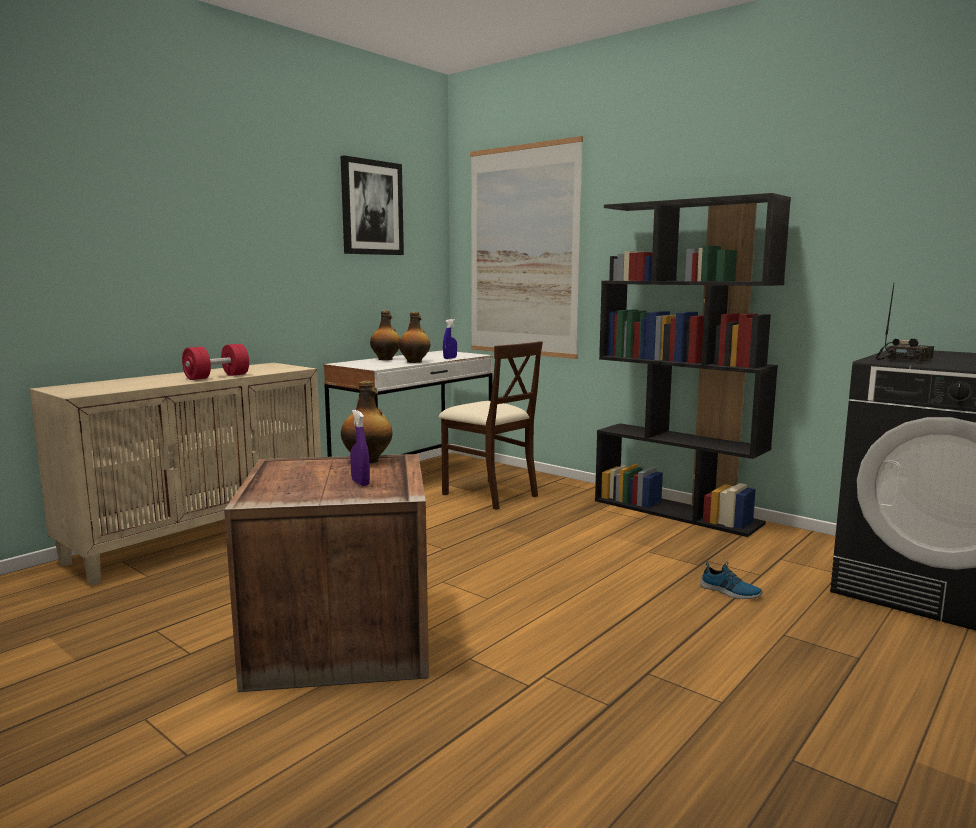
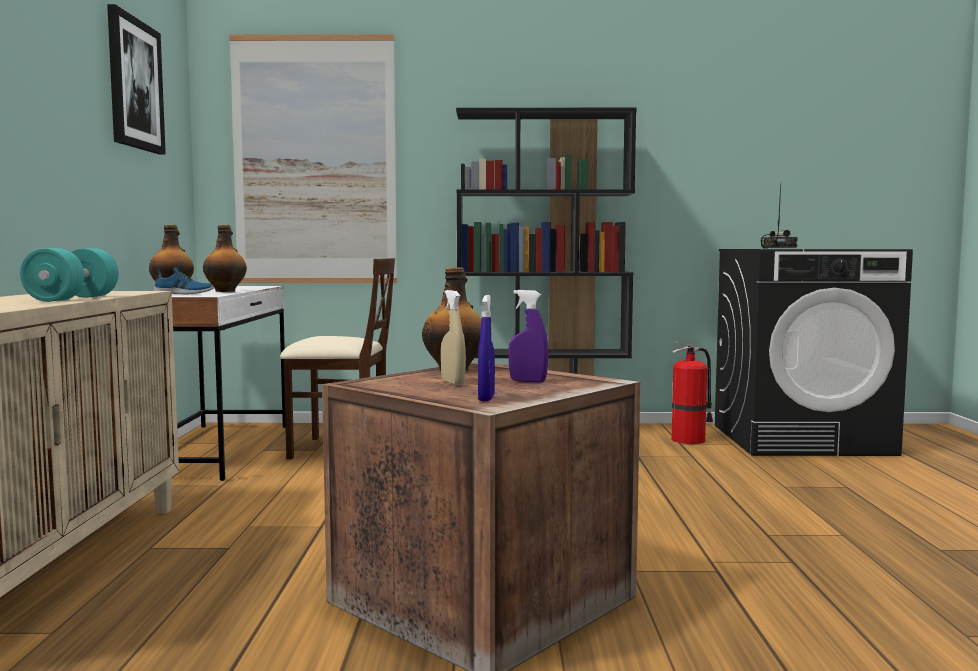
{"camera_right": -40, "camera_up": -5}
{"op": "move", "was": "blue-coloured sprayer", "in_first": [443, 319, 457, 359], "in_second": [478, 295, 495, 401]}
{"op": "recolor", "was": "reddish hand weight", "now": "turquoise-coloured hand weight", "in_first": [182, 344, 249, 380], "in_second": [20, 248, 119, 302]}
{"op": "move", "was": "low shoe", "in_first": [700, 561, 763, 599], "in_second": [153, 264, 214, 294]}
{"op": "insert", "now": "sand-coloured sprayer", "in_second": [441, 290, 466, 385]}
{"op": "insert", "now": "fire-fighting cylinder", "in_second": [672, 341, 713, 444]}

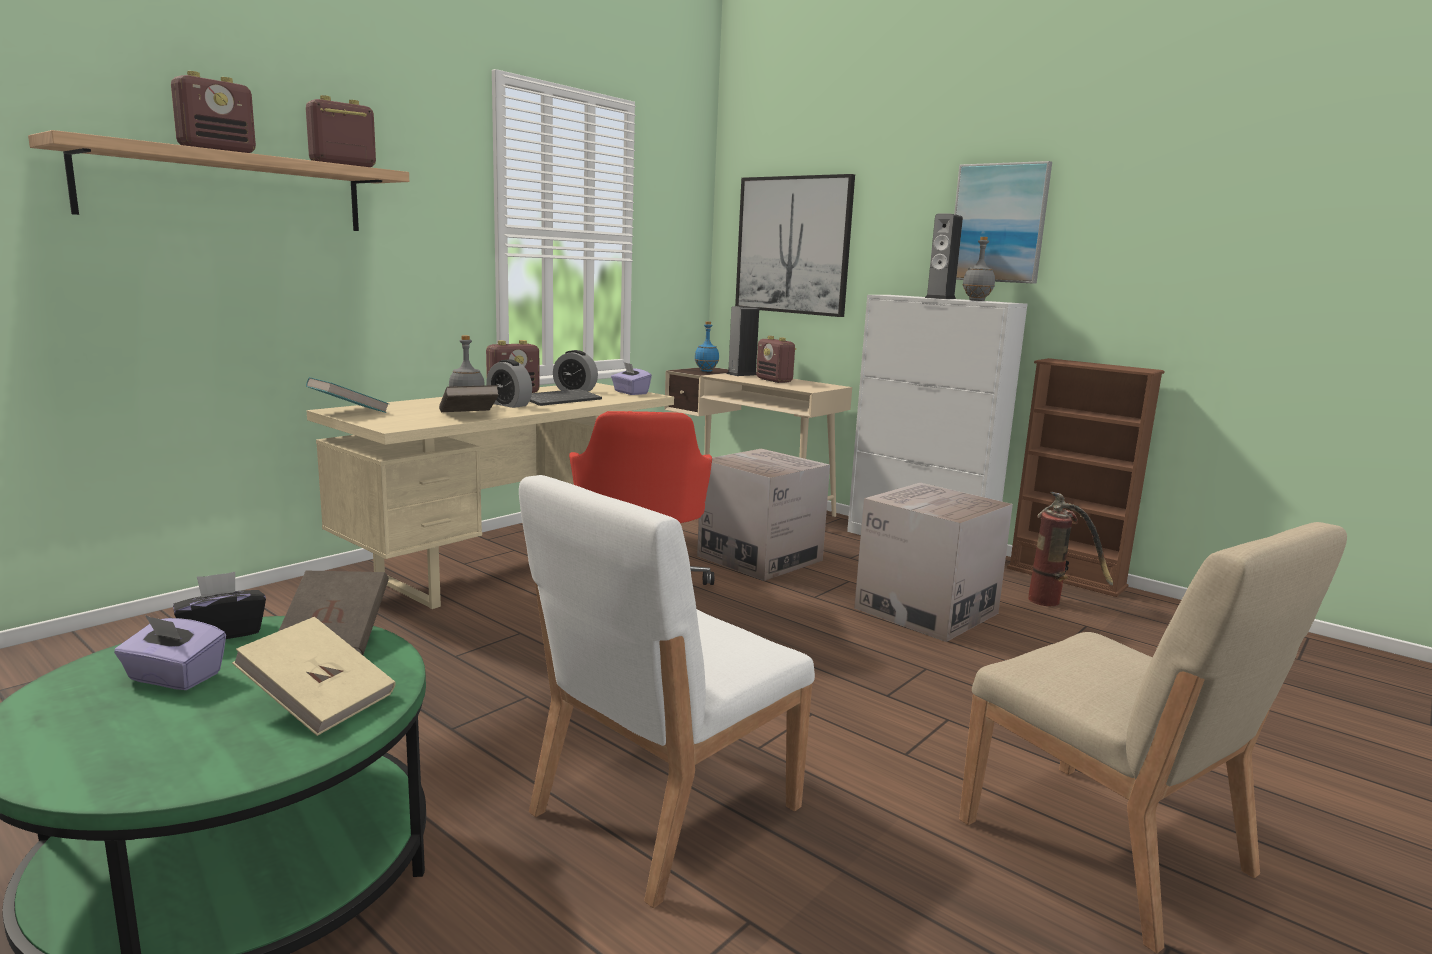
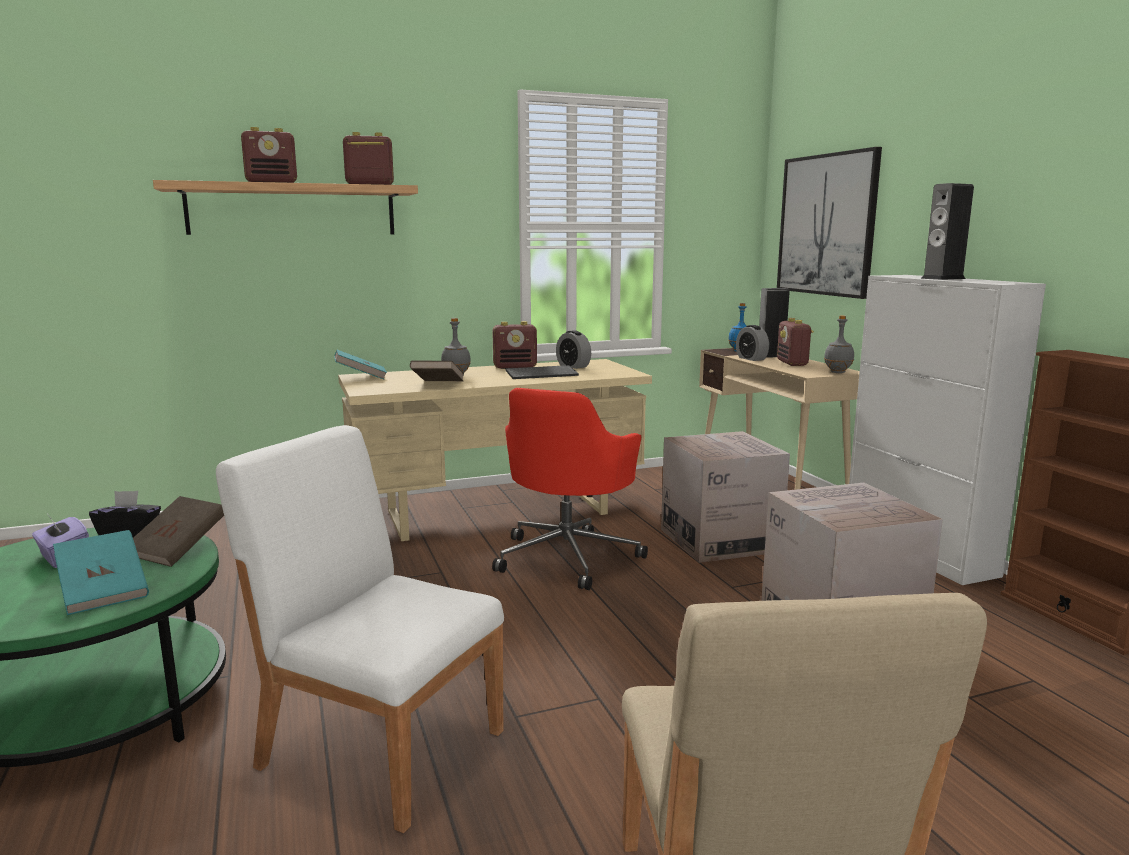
{"camera_right": 30, "camera_up": 0}
{"op": "delete", "was": "picture", "in_first": [954, 161, 1052, 284]}
{"op": "move", "was": "greyish drink bottle", "in_first": [963, 237, 995, 301], "in_second": [824, 315, 854, 373]}
{"op": "move", "was": "alarm clock", "in_first": [486, 359, 532, 408], "in_second": [736, 325, 769, 361]}
{"op": "delete", "was": "purple tissue box", "in_first": [611, 362, 652, 395]}
{"op": "rotate", "was": "white upright chair", "in_first": [519, 475, 815, 908], "in_second": [216, 425, 504, 833], "clockwise": 45}
{"op": "delete", "was": "fire-fighting cylinder", "in_first": [1028, 492, 1113, 606]}
{"op": "recolor", "was": "sand-coloured bound book", "now": "turquoise-coloured bound book", "in_first": [232, 617, 395, 736], "in_second": [53, 530, 149, 615]}

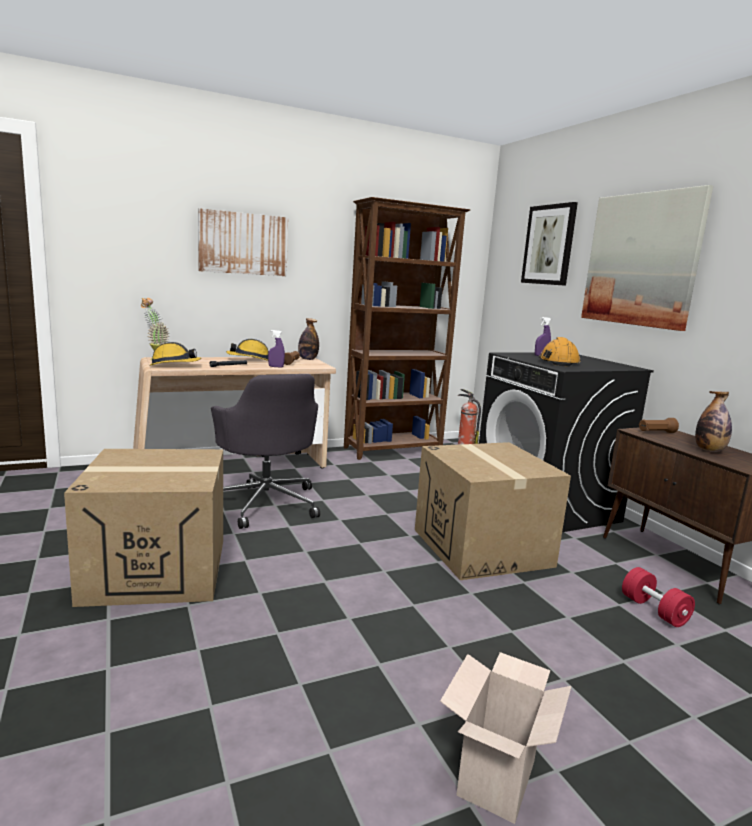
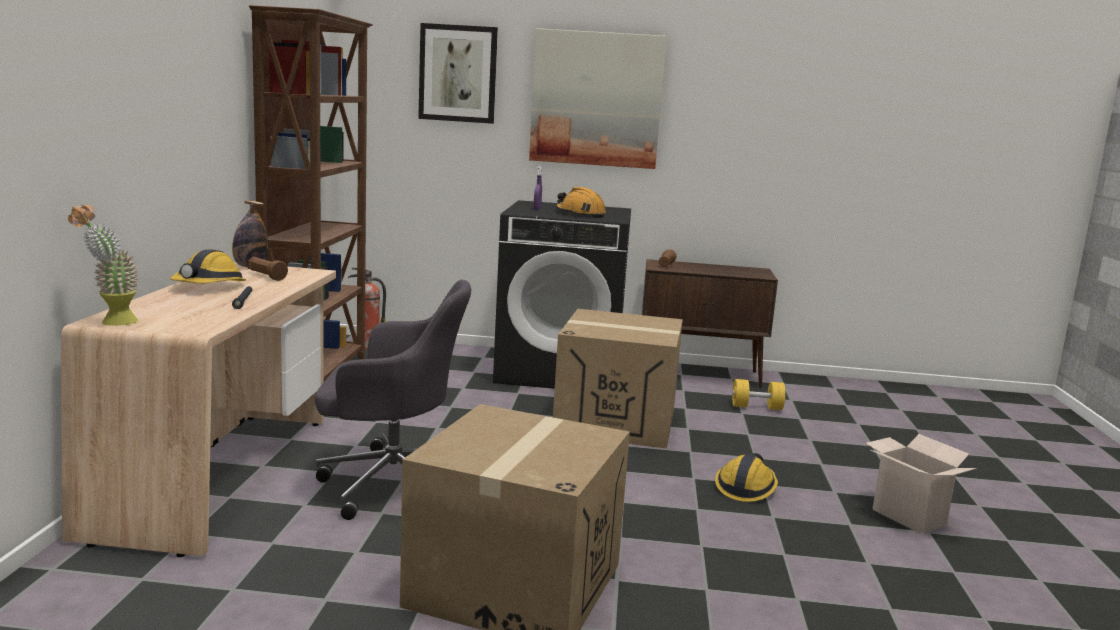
{"camera_right": -60, "camera_up": 0}
{"op": "delete", "was": "picture", "in_first": [198, 208, 288, 276]}
{"op": "delete", "was": "purple sprayer", "in_first": [268, 330, 285, 368]}
{"op": "move", "was": "hard hat", "in_first": [150, 342, 201, 365], "in_second": [715, 453, 778, 502]}
{"op": "delete", "was": "drink bottle", "in_first": [695, 391, 732, 452]}
{"op": "recolor", "was": "reddish hand weight", "now": "yellow hand weight", "in_first": [622, 567, 695, 627], "in_second": [732, 379, 785, 410]}

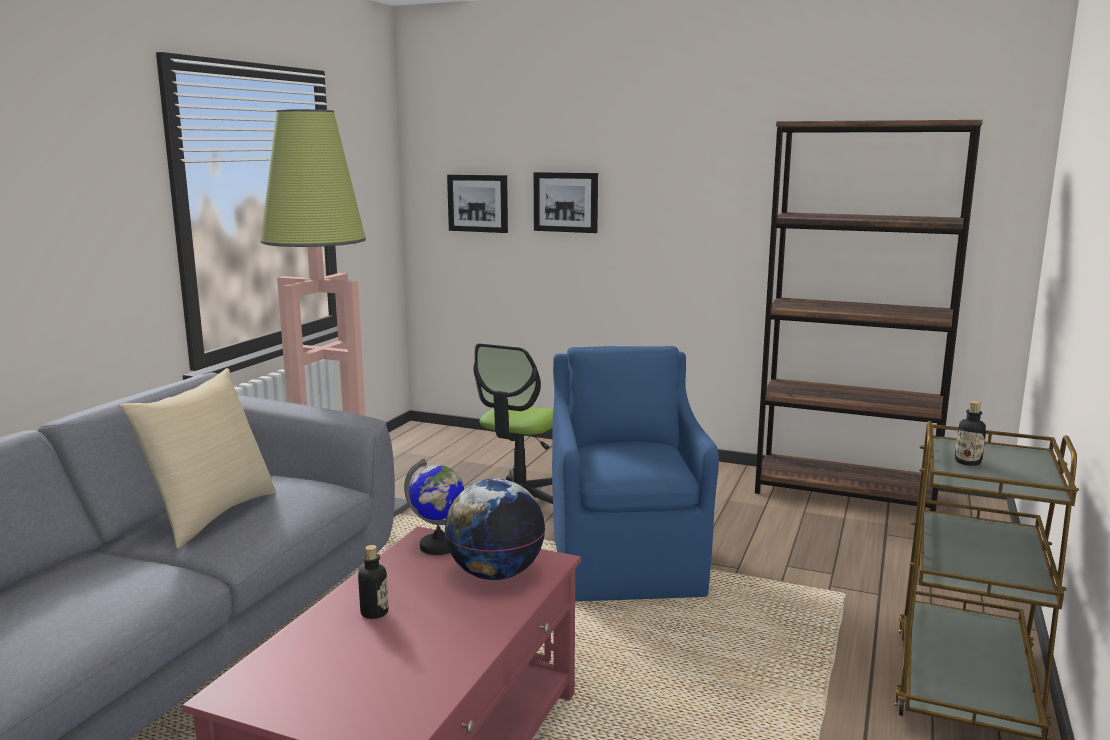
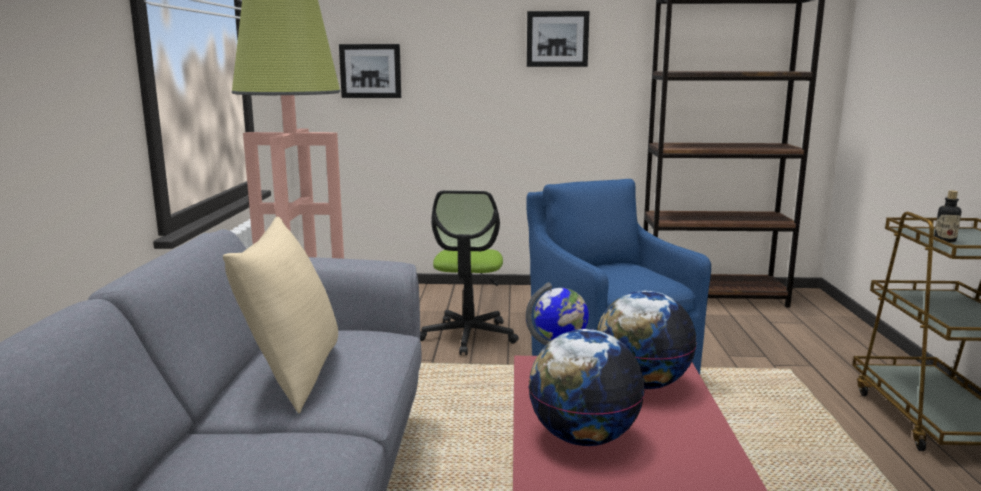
{"camera_right": -20, "camera_up": 0}
{"op": "move", "was": "picture", "in_first": [534, 172, 598, 233], "in_second": [527, 11, 590, 67]}
{"op": "replace", "was": "drink bottle", "now": "desk globe", "in_first": [358, 545, 388, 619], "in_second": [528, 329, 645, 446]}

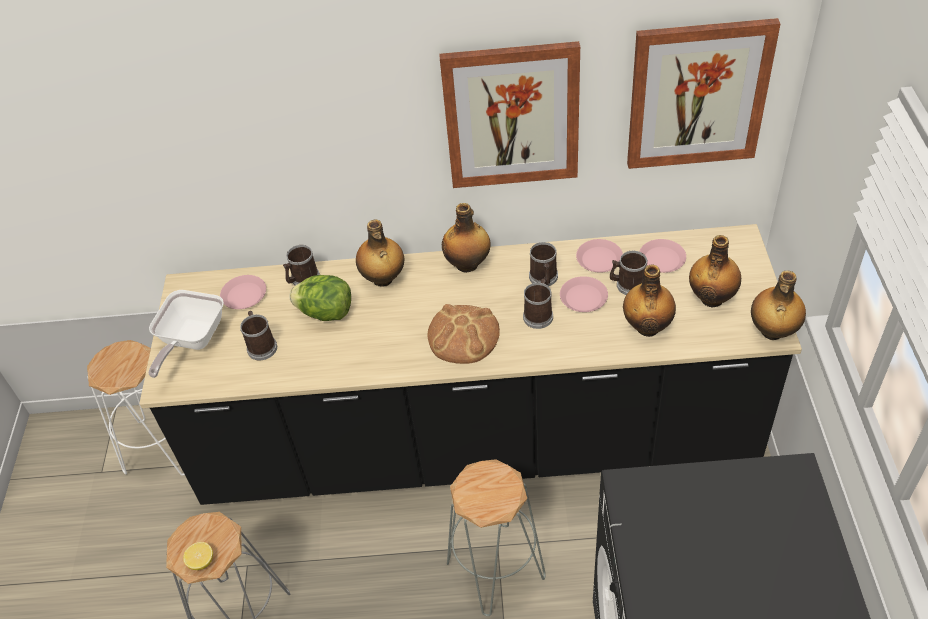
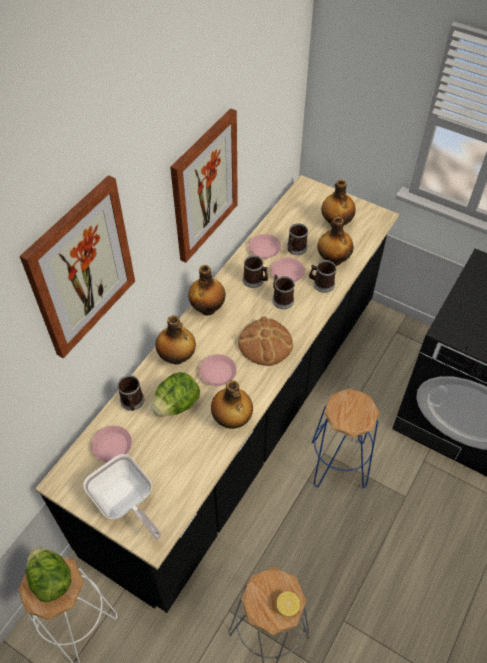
{"camera_right": -60, "camera_up": 5}
{"op": "move", "was": "picture", "in_first": [627, 18, 780, 169], "in_second": [20, 175, 135, 358]}
{"op": "move", "was": "pink dinner plate", "in_first": [639, 239, 686, 273], "in_second": [199, 354, 237, 386]}
{"op": "move", "was": "drink bottle", "in_first": [751, 271, 806, 340], "in_second": [211, 380, 253, 429]}
{"op": "move", "was": "tea mug", "in_first": [240, 311, 277, 360], "in_second": [309, 260, 337, 293]}
{"op": "recolor", "was": "greyish sitting stool", "now": "blue-coloured sitting stool", "in_first": [447, 459, 546, 616], "in_second": [312, 389, 379, 488]}
{"op": "insert", "now": "head of lettuce", "in_second": [26, 548, 71, 602]}

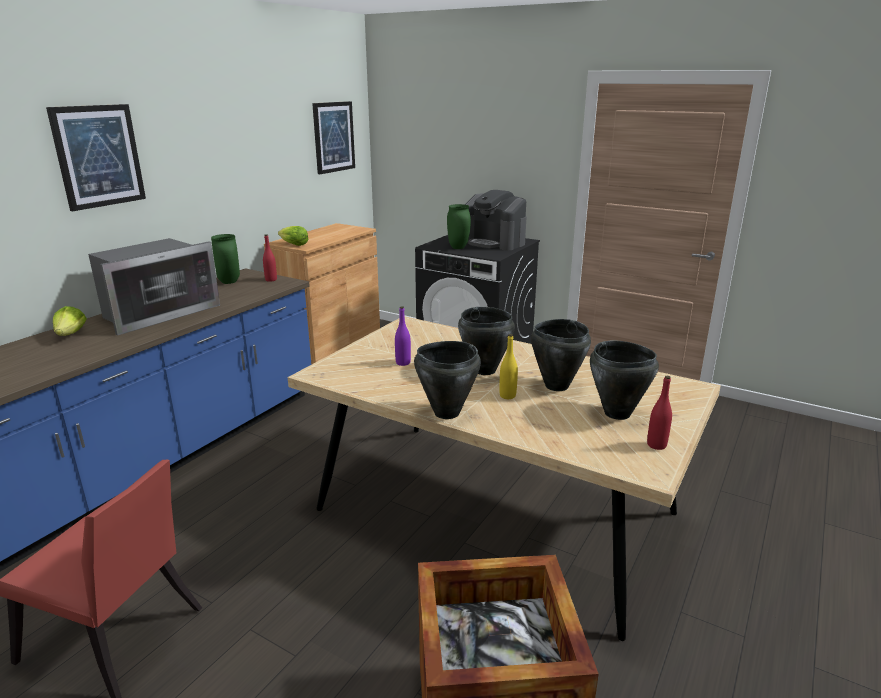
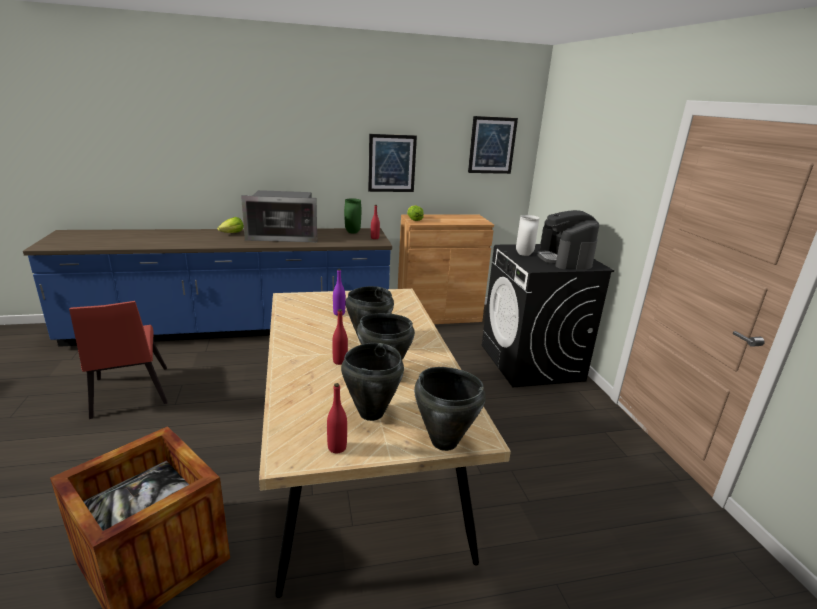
{"camera_right": 45, "camera_up": 0}
{"op": "move", "was": "picture", "in_first": [46, 104, 146, 211], "in_second": [368, 134, 417, 192]}
{"op": "recolor", "was": "greenish vase", "now": "white vase", "in_first": [447, 204, 471, 249], "in_second": [516, 215, 540, 256]}
{"op": "recolor", "was": "yellow drink bottle", "now": "reddish drink bottle", "in_first": [499, 334, 518, 399], "in_second": [332, 309, 348, 365]}
{"op": "move", "was": "black-coloured saucepot", "in_first": [414, 341, 481, 419], "in_second": [414, 367, 486, 451]}

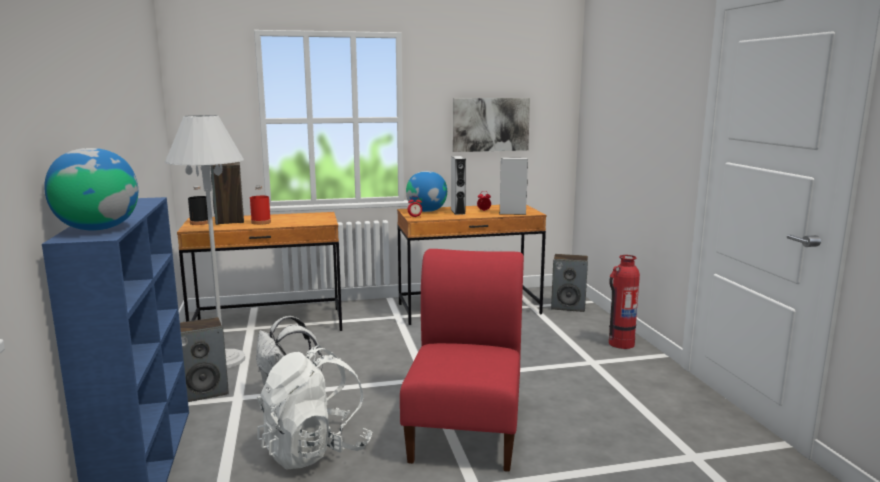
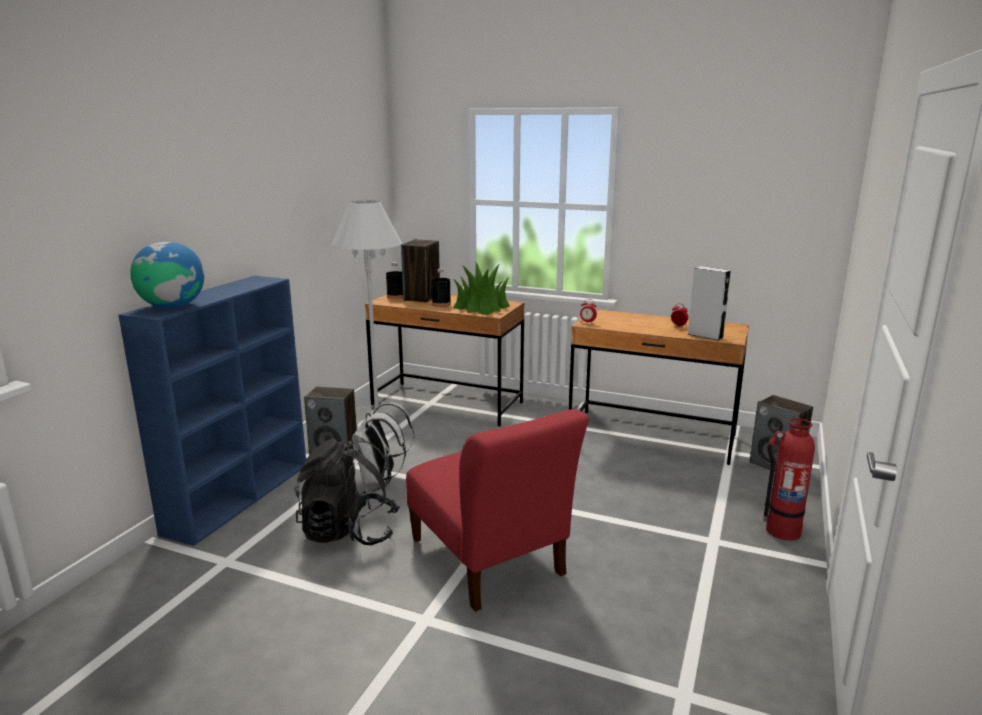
{"camera_right": 35, "camera_up": 5}
{"op": "delete", "was": "picture", "in_first": [453, 98, 530, 152]}
{"op": "delete", "was": "greyish speaker", "in_first": [451, 156, 466, 215]}
{"op": "delete", "was": "desk globe", "in_first": [406, 171, 447, 212]}
{"op": "recolor", "was": "reddish drink bottle", "now": "black-coloured drink bottle", "in_first": [250, 186, 271, 225], "in_second": [432, 268, 451, 307]}
{"op": "rotate", "was": "reddish upright chair", "in_first": [400, 249, 524, 472], "in_second": [406, 409, 589, 611], "clockwise": 105}
{"op": "recolor", "was": "white rucksack", "now": "black-coloured rucksack", "in_first": [257, 345, 372, 469], "in_second": [294, 438, 400, 545]}
{"op": "insert", "now": "houseplant", "in_second": [453, 262, 510, 315]}

